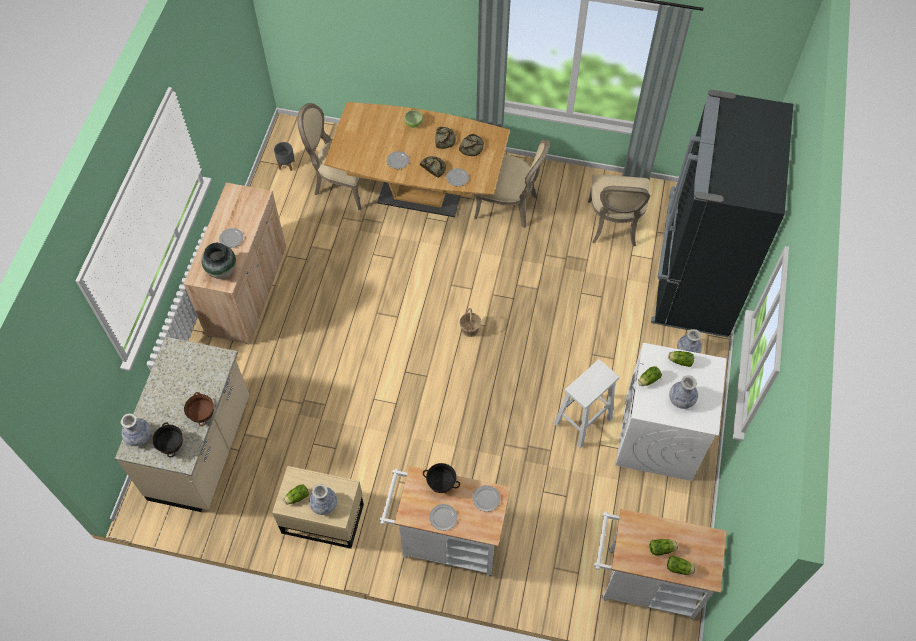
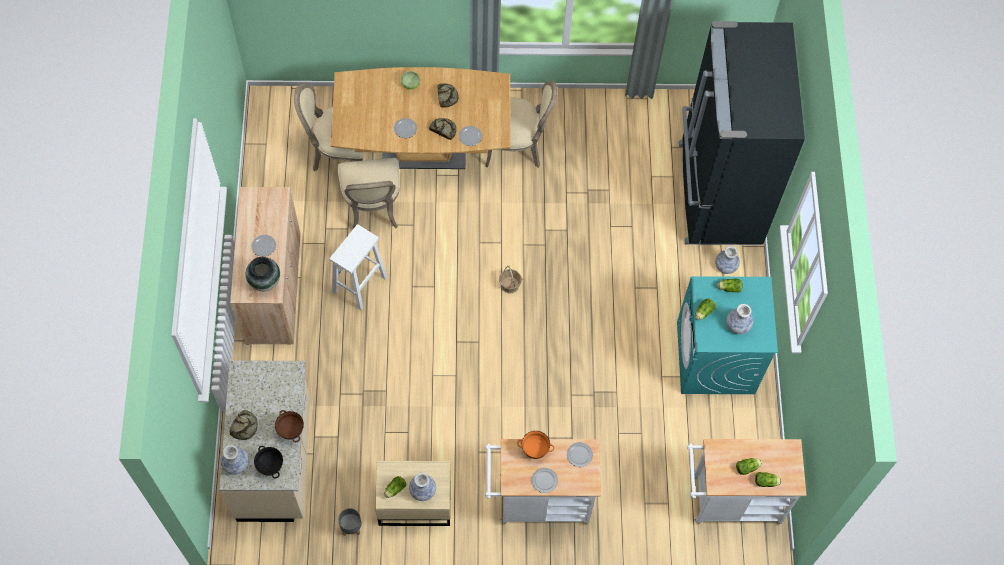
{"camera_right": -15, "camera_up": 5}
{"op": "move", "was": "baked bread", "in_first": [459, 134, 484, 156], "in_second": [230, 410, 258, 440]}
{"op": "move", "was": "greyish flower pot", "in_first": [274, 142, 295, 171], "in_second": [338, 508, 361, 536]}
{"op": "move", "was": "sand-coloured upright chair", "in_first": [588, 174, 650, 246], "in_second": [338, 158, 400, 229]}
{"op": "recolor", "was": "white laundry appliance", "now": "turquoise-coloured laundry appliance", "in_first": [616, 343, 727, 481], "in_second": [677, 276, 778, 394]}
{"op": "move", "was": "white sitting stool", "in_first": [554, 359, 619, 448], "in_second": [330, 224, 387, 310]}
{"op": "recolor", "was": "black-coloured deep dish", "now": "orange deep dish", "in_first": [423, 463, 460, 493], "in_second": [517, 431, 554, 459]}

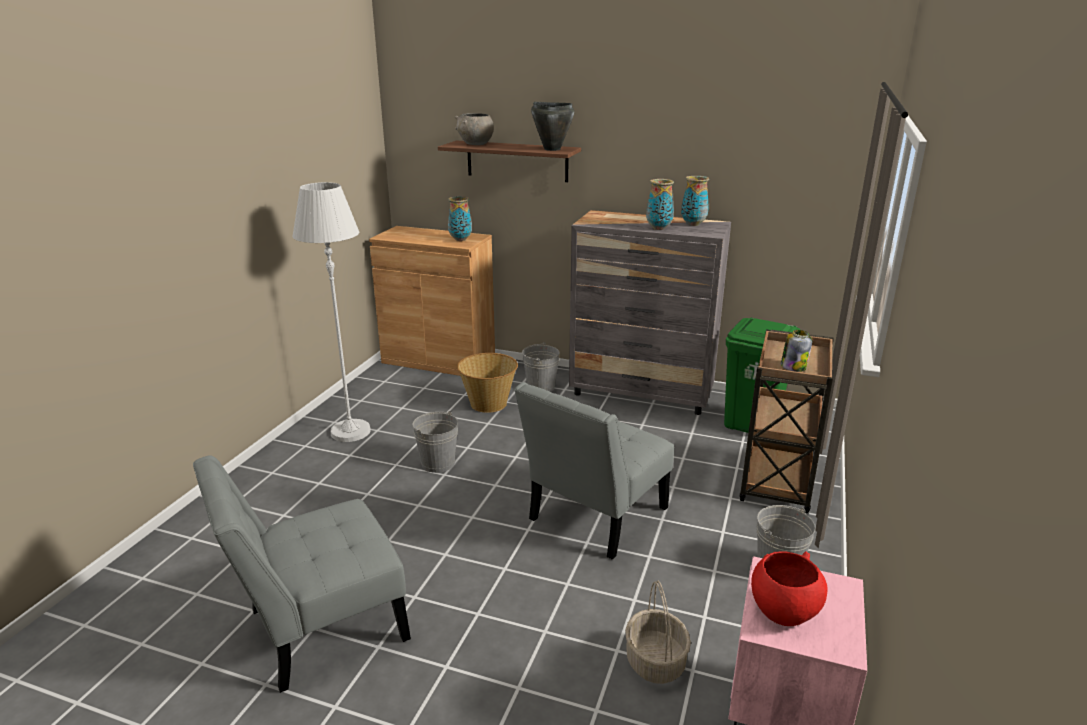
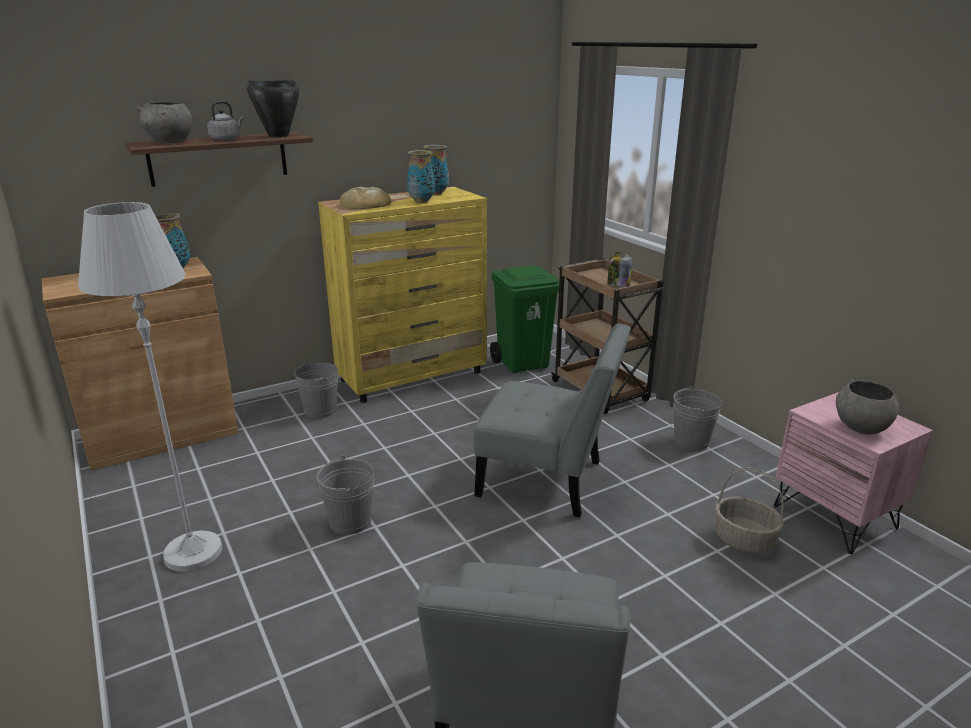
{"camera_right": -50, "camera_up": 0}
{"op": "recolor", "was": "greyish dresser", "now": "yellow dresser", "in_first": [569, 210, 731, 415], "in_second": [318, 187, 487, 403]}
{"op": "delete", "was": "basket", "in_first": [457, 353, 518, 413]}
{"op": "rotate", "was": "greyish upright chair", "in_first": [514, 382, 674, 560], "in_second": [474, 323, 631, 517], "clockwise": -60}
{"op": "recolor", "was": "reddish deep dish", "now": "greyish deep dish", "in_first": [751, 551, 828, 626], "in_second": [836, 379, 899, 435]}
{"op": "insert", "now": "greyish water kettle", "in_second": [207, 101, 244, 141]}
{"op": "insert", "now": "baked bread", "in_second": [340, 187, 391, 209]}

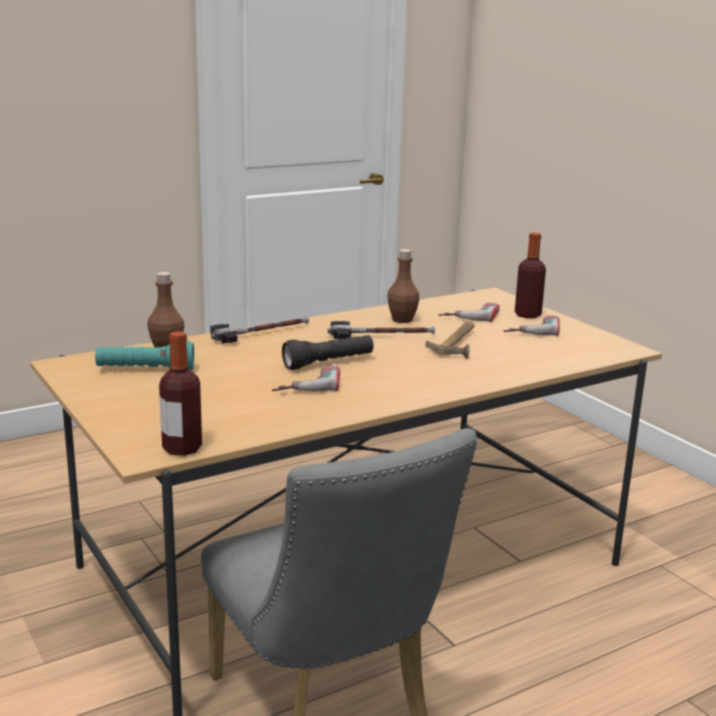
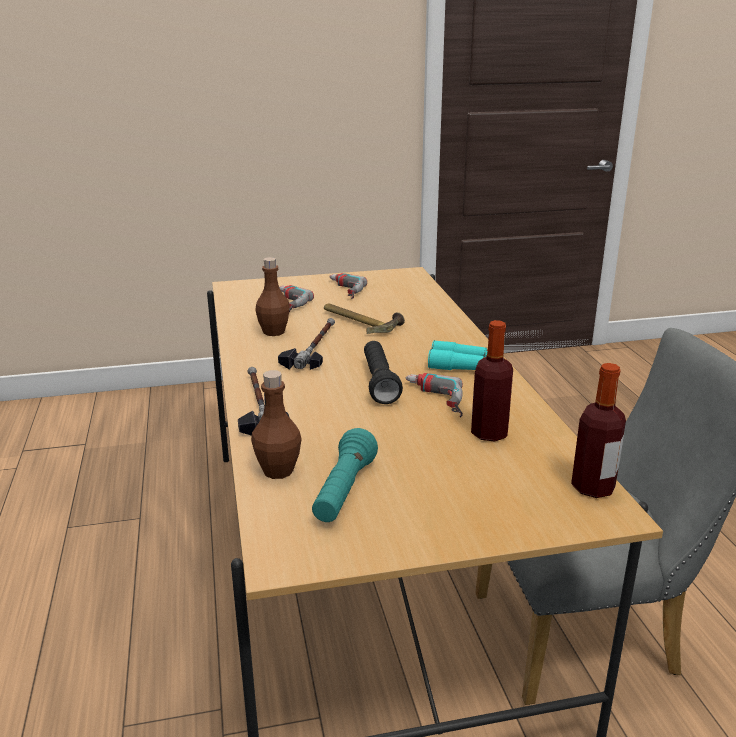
{"camera_right": -70, "camera_up": 5}
{"op": "move", "was": "drink bottle", "in_first": [515, 232, 546, 318], "in_second": [471, 320, 513, 441]}
{"op": "insert", "now": "turquoise-coloured field glasses", "in_second": [428, 340, 488, 370]}

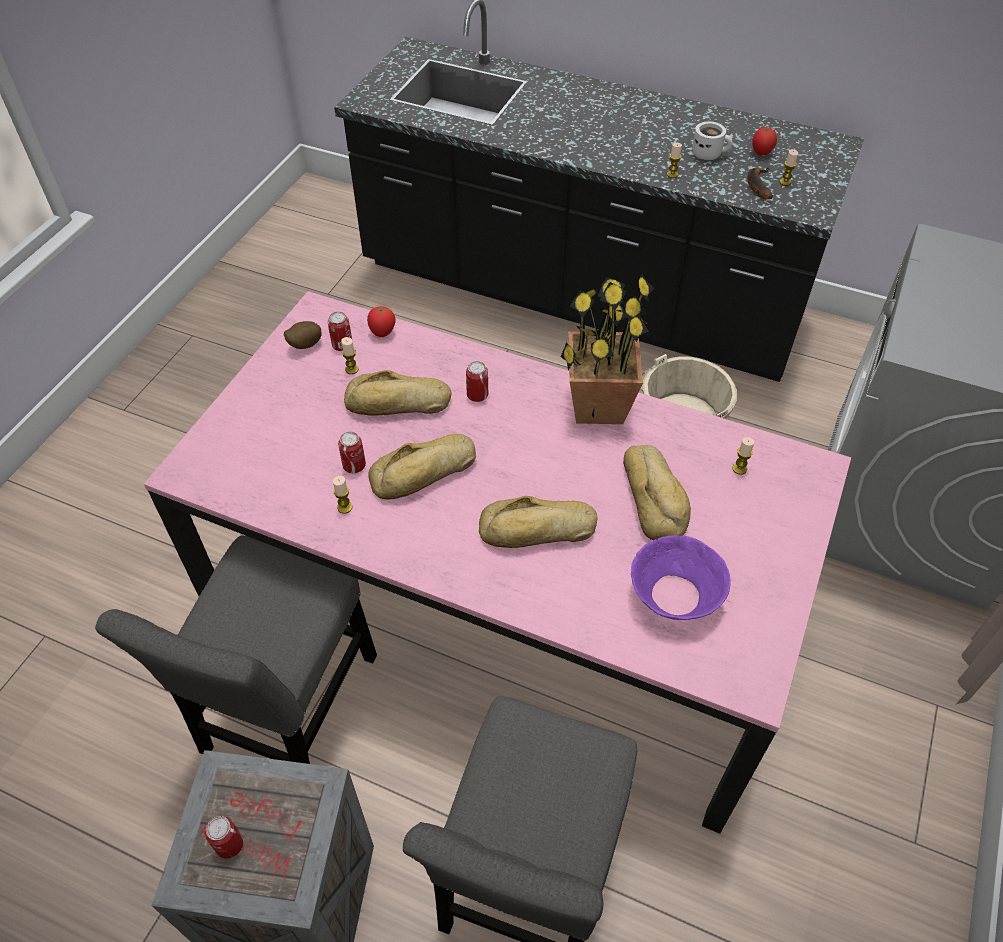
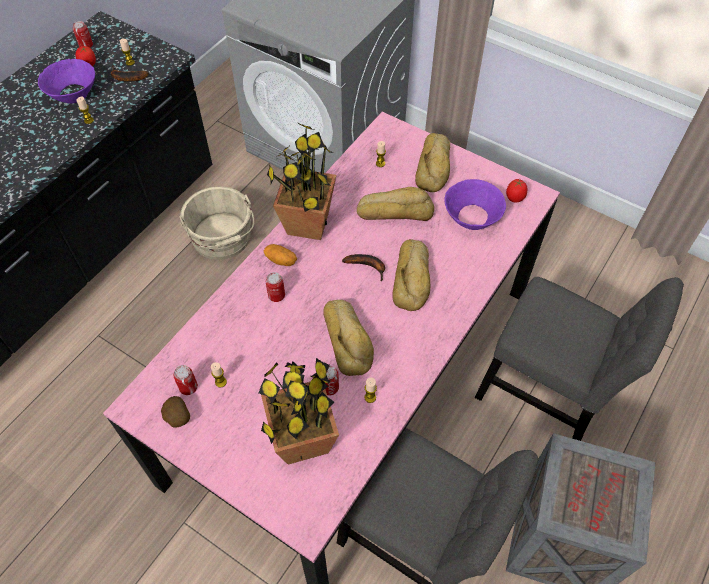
{"camera_right": -80, "camera_up": 5}
{"op": "replace", "was": "white tea mug", "now": "purple deep dish", "in_first": [692, 121, 733, 160], "in_second": [38, 59, 95, 103]}
{"op": "move", "was": "whole tomato", "in_first": [367, 306, 396, 337], "in_second": [506, 179, 527, 202]}
{"op": "move", "was": "baked bread", "in_first": [344, 370, 451, 415], "in_second": [415, 133, 450, 192]}
{"op": "move", "was": "can", "in_first": [205, 816, 243, 859], "in_second": [73, 21, 93, 48]}
{"op": "insert", "now": "whole potato", "in_second": [264, 244, 297, 266]}
{"op": "insert", "now": "banana", "in_second": [342, 254, 385, 281]}
{"op": "insert", "now": "houseplant", "in_second": [259, 358, 339, 465]}

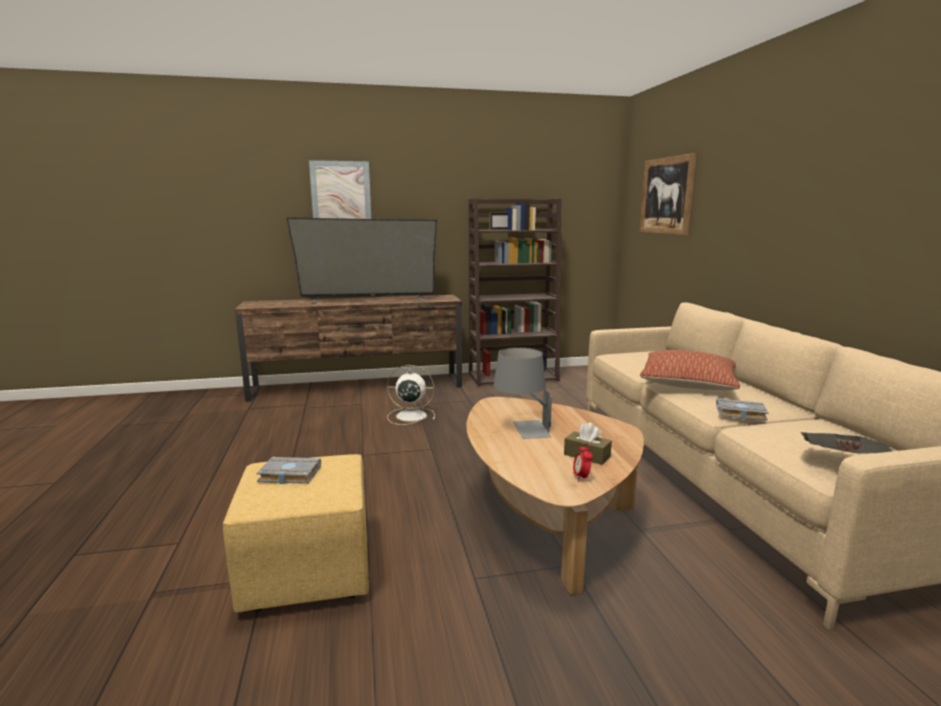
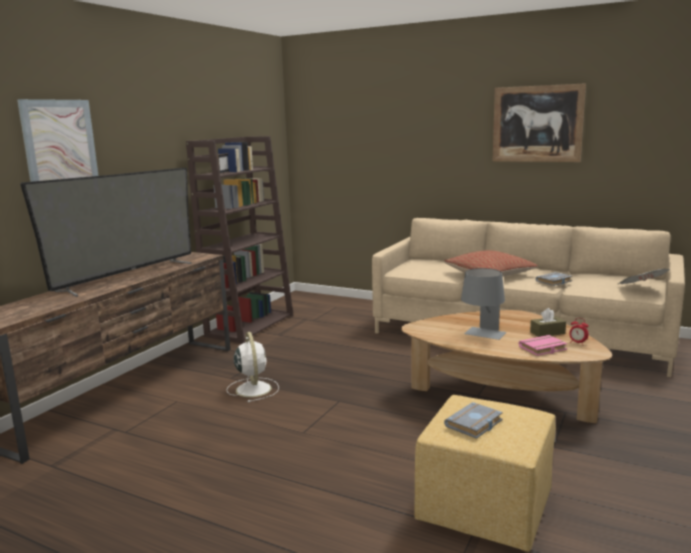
{"camera_right": -50, "camera_up": 0}
{"op": "move", "was": "picture", "in_first": [640, 153, 696, 235], "in_second": [493, 83, 586, 162]}
{"op": "rotate", "was": "white fan", "in_first": [387, 365, 435, 425], "in_second": [227, 332, 279, 403], "clockwise": 120}
{"op": "insert", "now": "pink bound book", "in_second": [519, 335, 568, 356]}

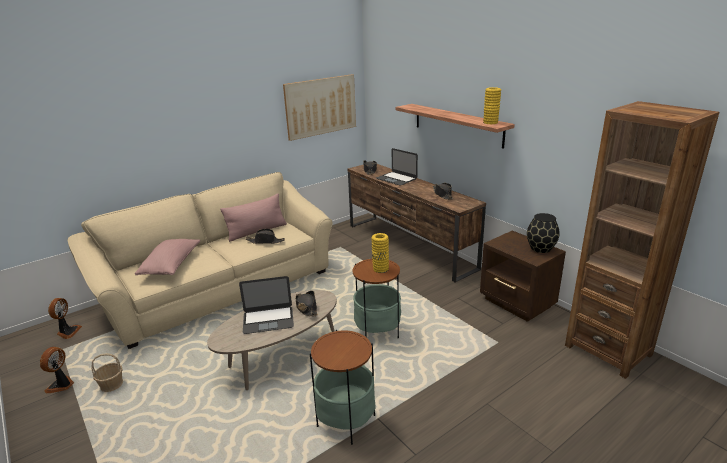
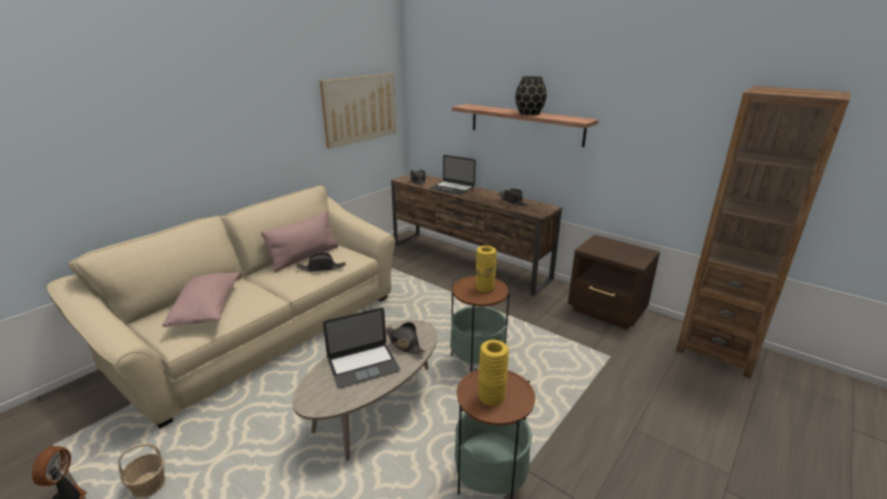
{"camera_right": -15, "camera_up": 0}
{"op": "move", "was": "yellow vase", "in_first": [483, 87, 501, 124], "in_second": [478, 340, 509, 406]}
{"op": "move", "was": "black-coloured vase", "in_first": [527, 213, 560, 253], "in_second": [515, 76, 547, 115]}
{"op": "delete", "was": "fan", "in_first": [48, 298, 82, 339]}

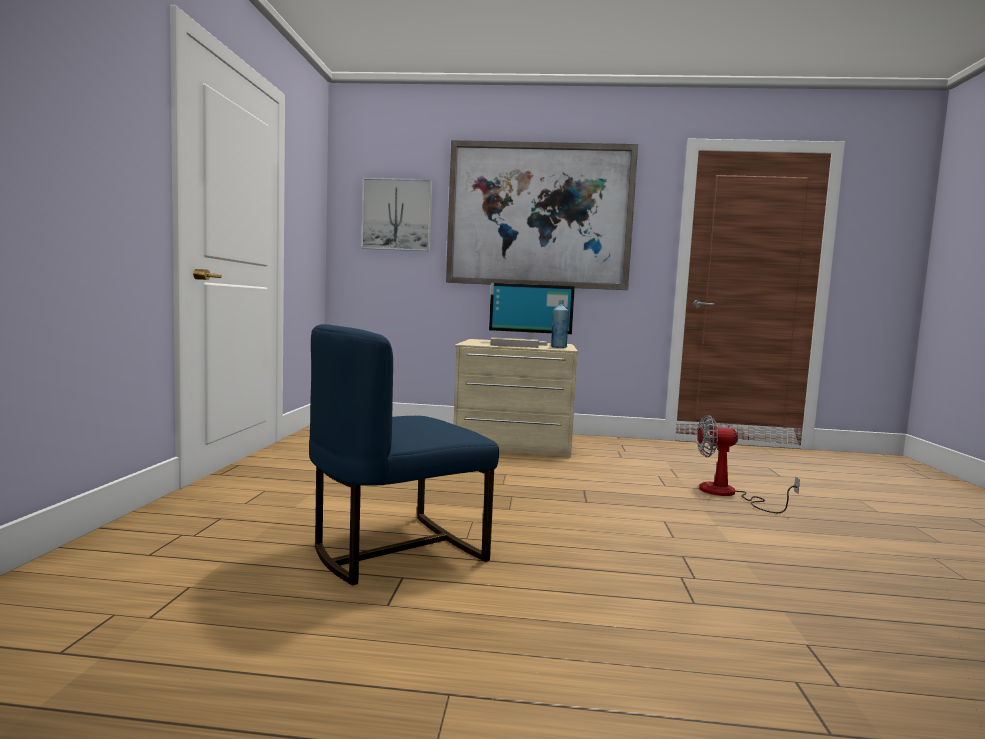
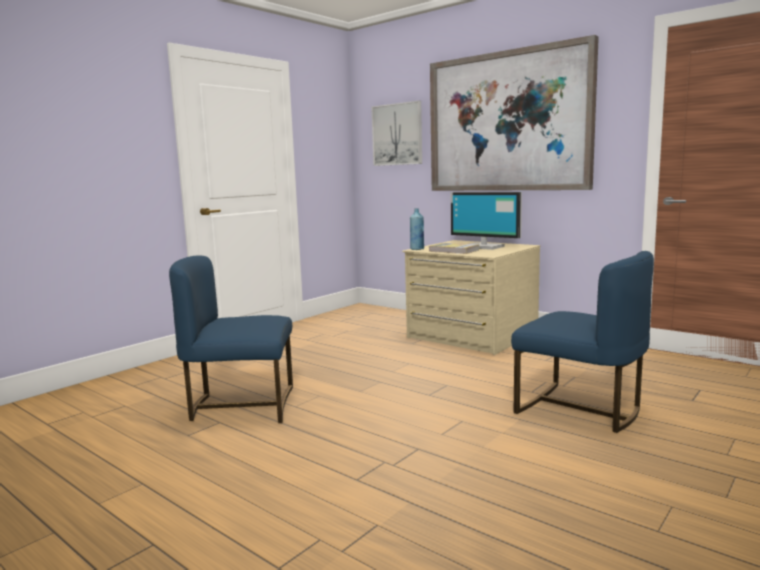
{"camera_right": 35, "camera_up": 5}
{"op": "move", "was": "blue-coloured drink bottle", "in_first": [551, 300, 569, 348], "in_second": [410, 208, 424, 250]}
{"op": "replace", "was": "fan", "now": "blue-coloured upright chair", "in_first": [697, 415, 800, 513], "in_second": [511, 251, 654, 433]}

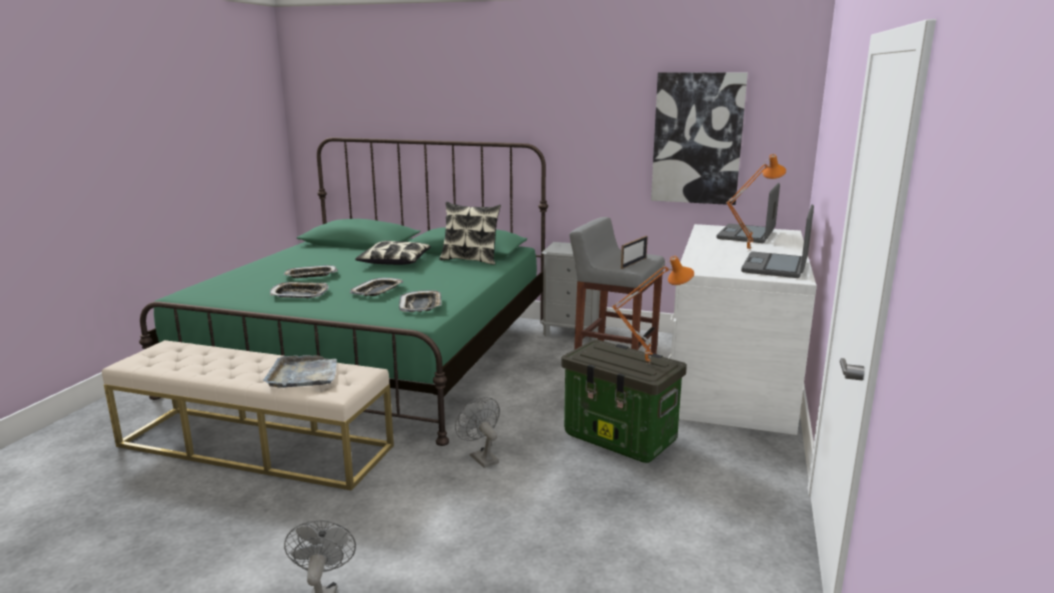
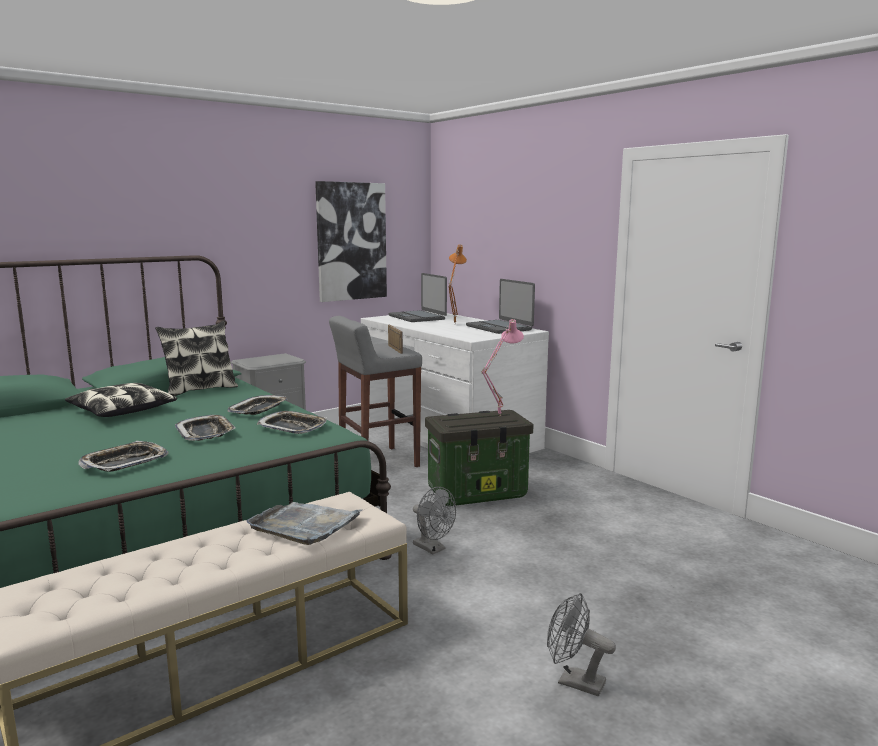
{"camera_right": -55, "camera_up": -5}
{"op": "recolor", "was": "orange tabletop lamp", "now": "pink tabletop lamp", "in_first": [612, 256, 694, 364], "in_second": [481, 319, 524, 416]}
{"op": "move", "was": "tray", "in_first": [284, 265, 338, 278], "in_second": [227, 395, 288, 415]}
{"op": "rotate", "was": "greyish fan", "in_first": [455, 397, 500, 468], "in_second": [413, 487, 456, 554], "clockwise": -135}

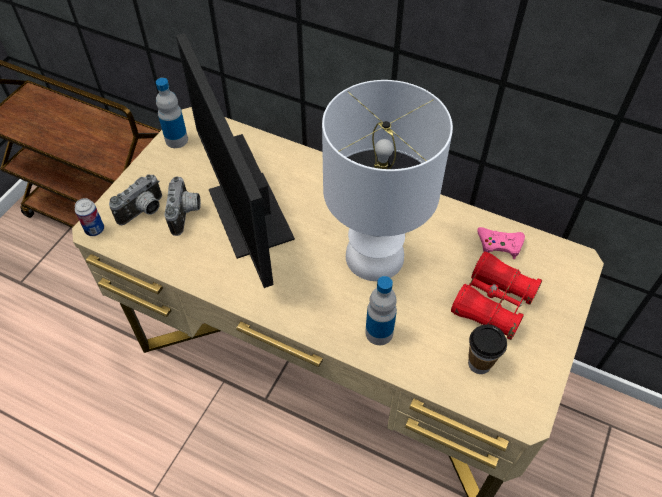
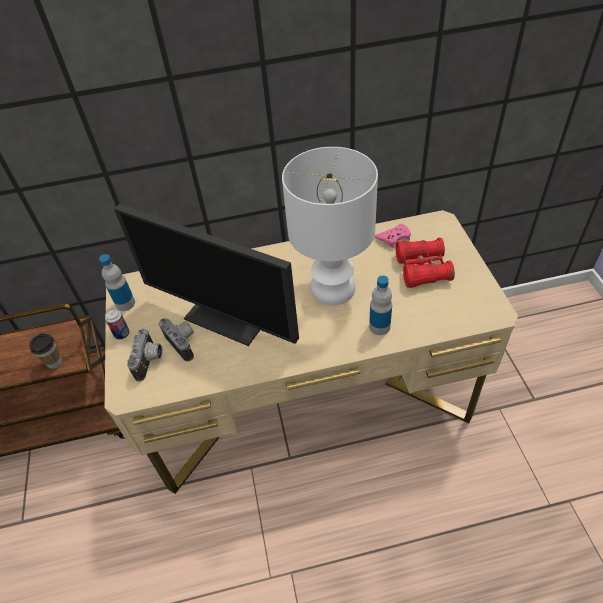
{"camera_right": -35, "camera_up": -5}
{"op": "move", "was": "can", "in_first": [75, 198, 104, 236], "in_second": [105, 309, 130, 340]}
{"op": "move", "was": "cup", "in_first": [468, 324, 507, 374], "in_second": [30, 334, 62, 369]}

